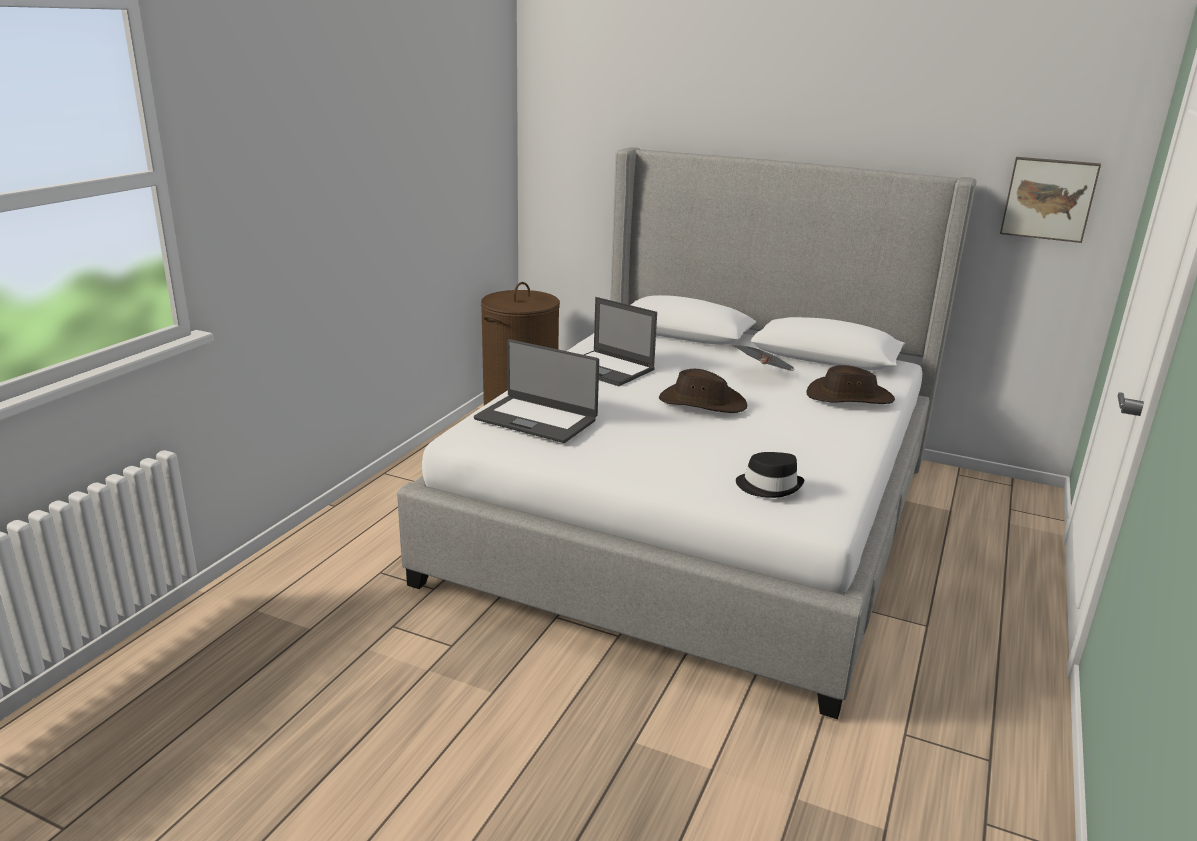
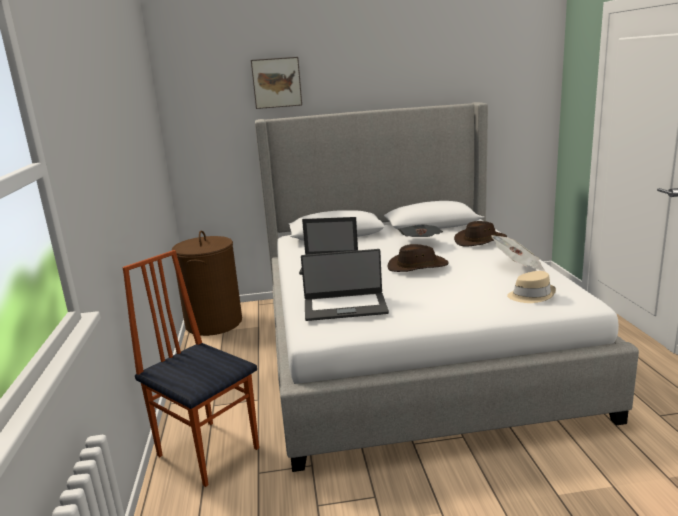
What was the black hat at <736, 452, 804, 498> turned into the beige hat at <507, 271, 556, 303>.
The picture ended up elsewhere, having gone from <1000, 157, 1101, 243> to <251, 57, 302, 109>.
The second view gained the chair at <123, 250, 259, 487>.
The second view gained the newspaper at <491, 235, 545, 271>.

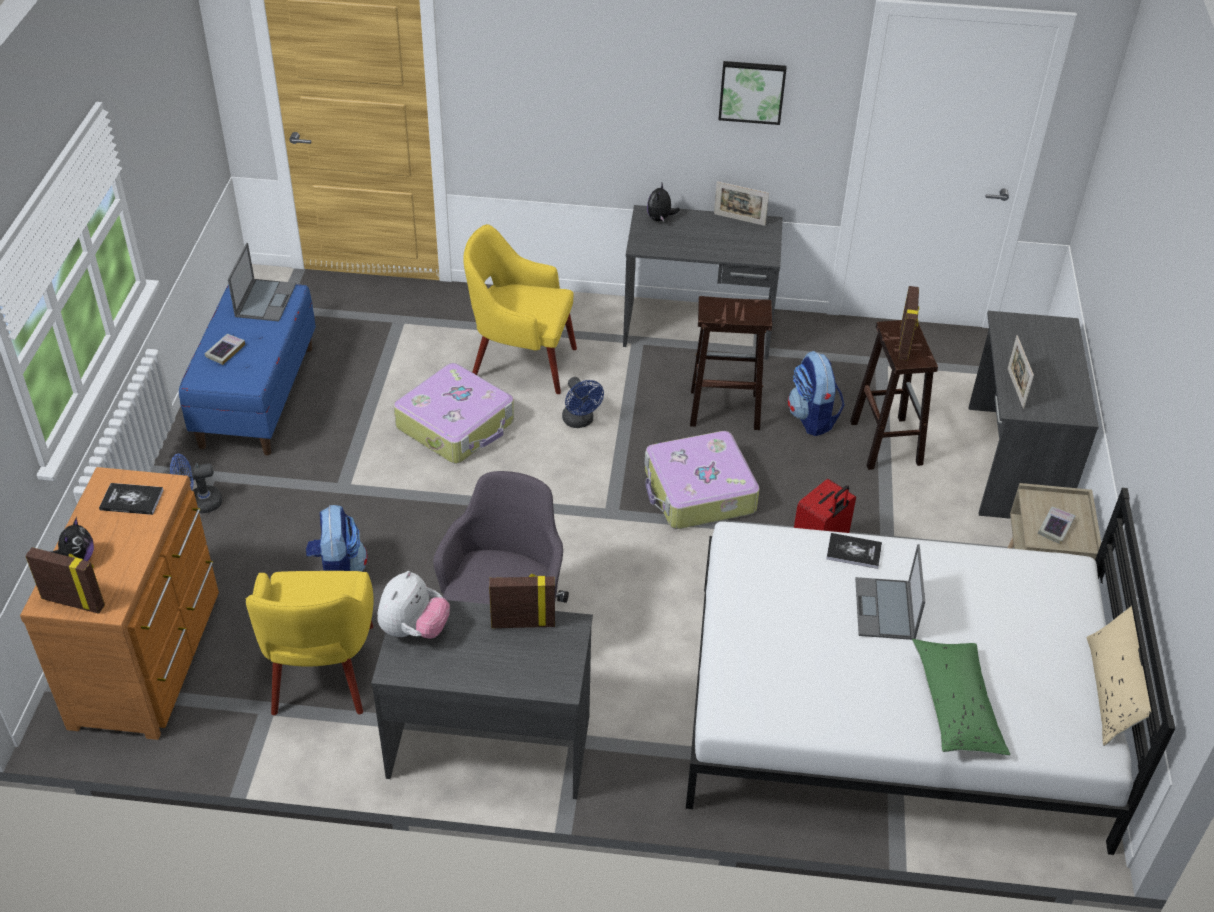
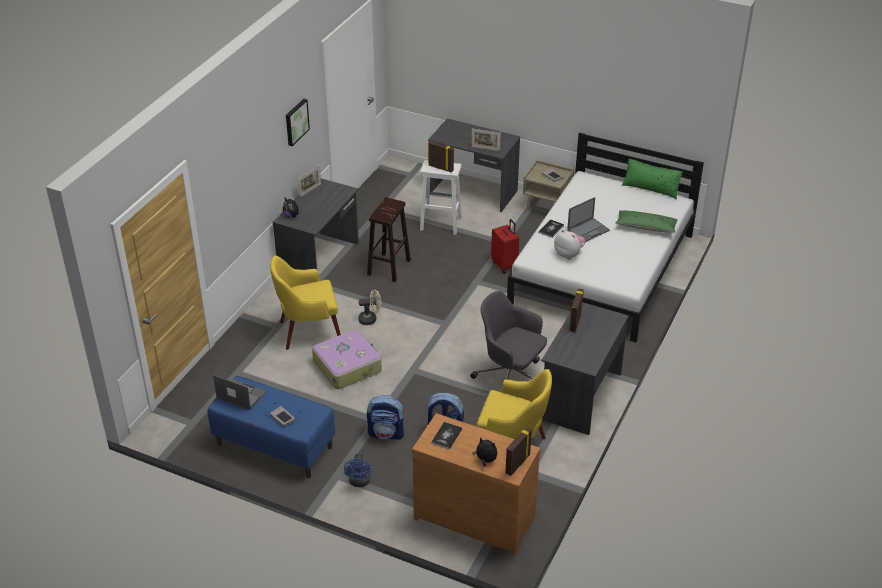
The plush toy ended up elsewhere, having gone from <377, 571, 450, 639> to <554, 230, 585, 259>.
The yellow armchair at <463, 224, 577, 394> ended up facing another way, 45 degrees clockwise from before.
What was the blue fan at <562, 377, 604, 428> turned into the beige fan at <358, 289, 381, 325>.
The second view lost the suitcase at <645, 431, 760, 529>.
The backpack ended up elsewhere, having gone from <788, 351, 844, 436> to <367, 395, 405, 440>.
What was the brown stool at <850, 320, 938, 470> turned into the white stool at <420, 160, 462, 235>.
The laptop at <855, 544, 925, 640> ended up facing another way, 60 degrees counterclockwise from before.
What was the beige pillow at <1087, 606, 1152, 746> turned into the green pillow at <622, 159, 683, 199>.

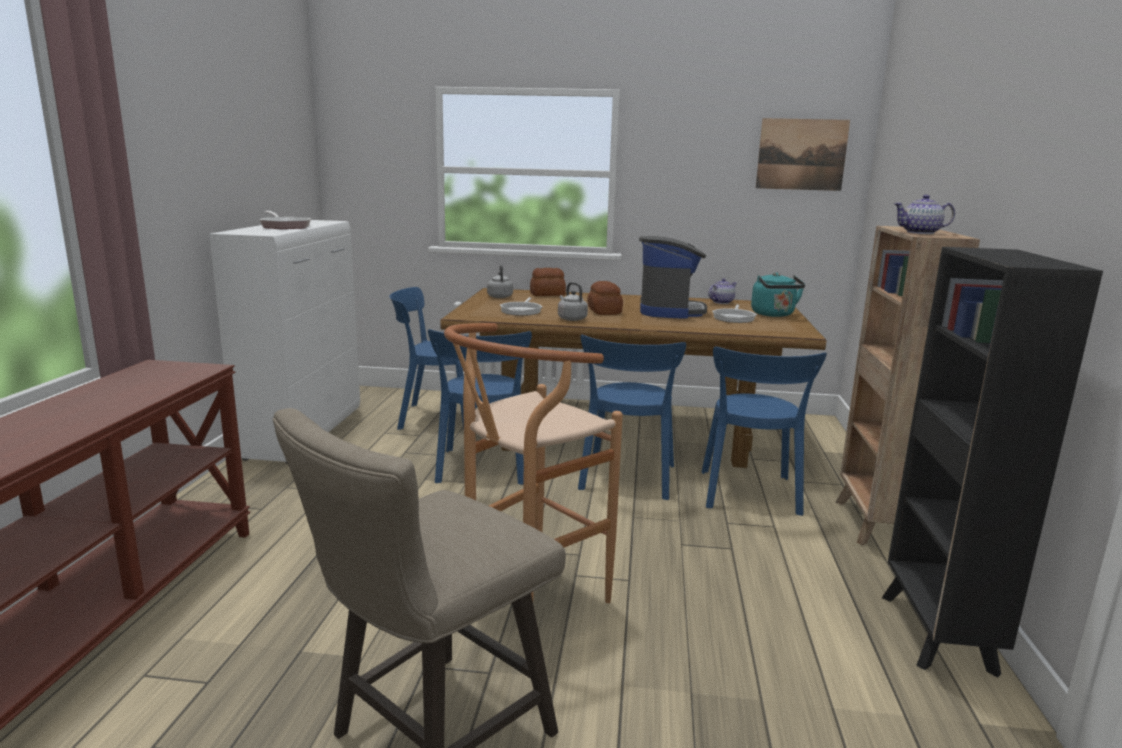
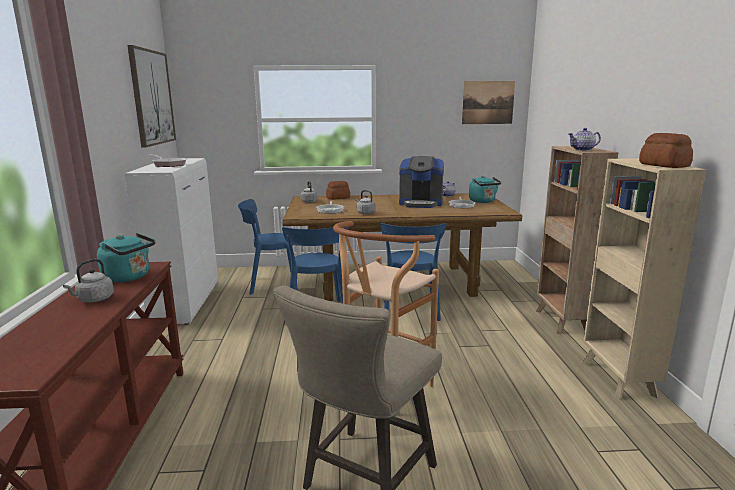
The bread ended up elsewhere, having gone from <588, 281, 623, 315> to <639, 133, 693, 168>.
The coffee machine at <639, 236, 707, 319> ended up facing another way, 105 degrees clockwise from before.
The second view lost the blue chair at <701, 347, 827, 516>.
What was the black bookcase at <882, 247, 1103, 677> turned into the beige bookcase at <582, 158, 706, 400>.
The second view gained the grey kettle at <63, 259, 114, 302>.
The second view gained the turquoise kettle at <97, 233, 155, 282>.
The second view gained the picture at <127, 45, 176, 148>.

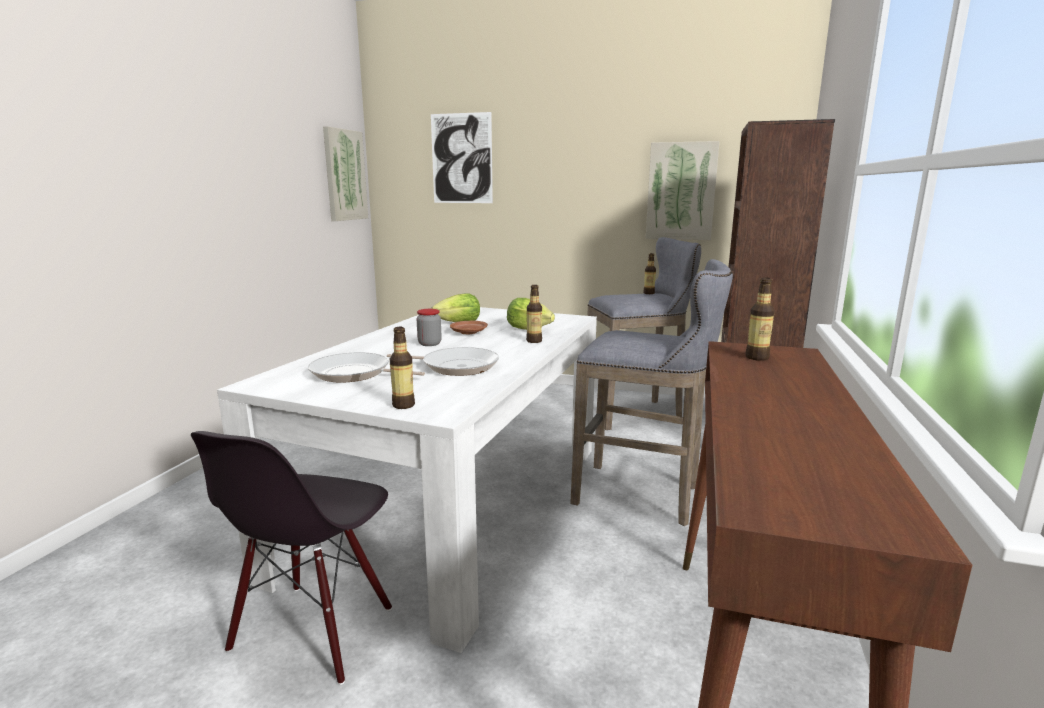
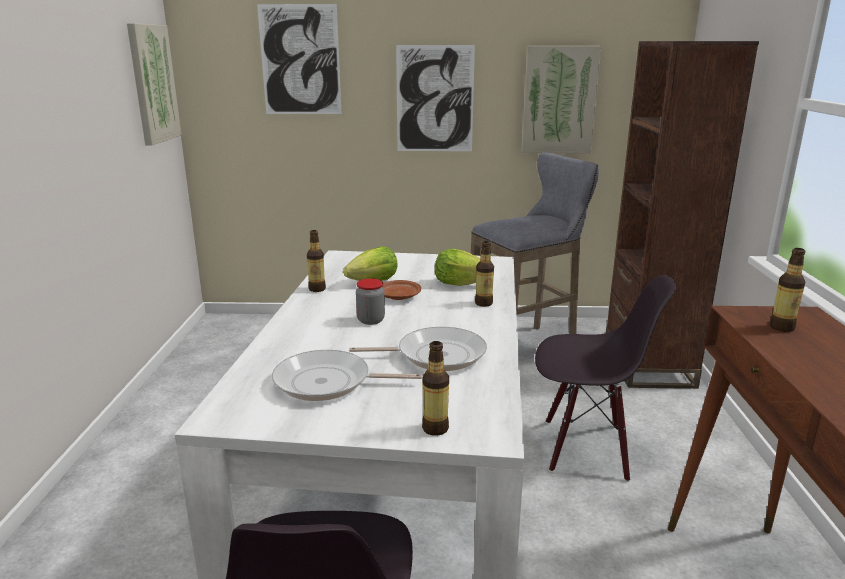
Where the grey stool stood at <570, 259, 733, 526>, the black chair came to stand at <535, 275, 676, 482>.
The bottle ended up elsewhere, having gone from <643, 253, 656, 294> to <307, 230, 326, 292>.
The second view gained the picture at <396, 45, 475, 151>.

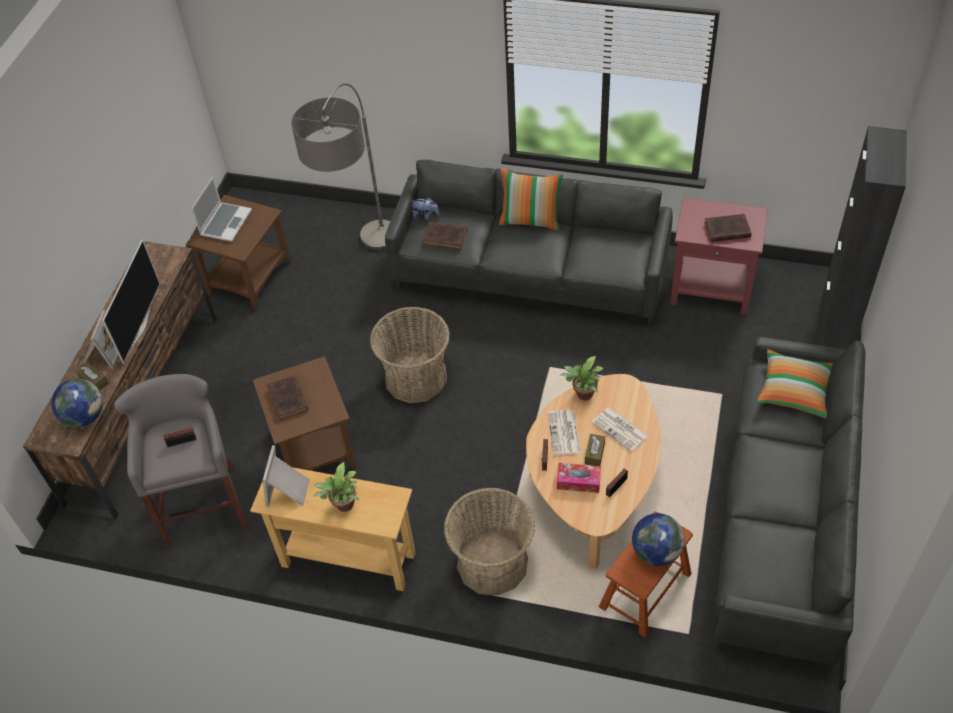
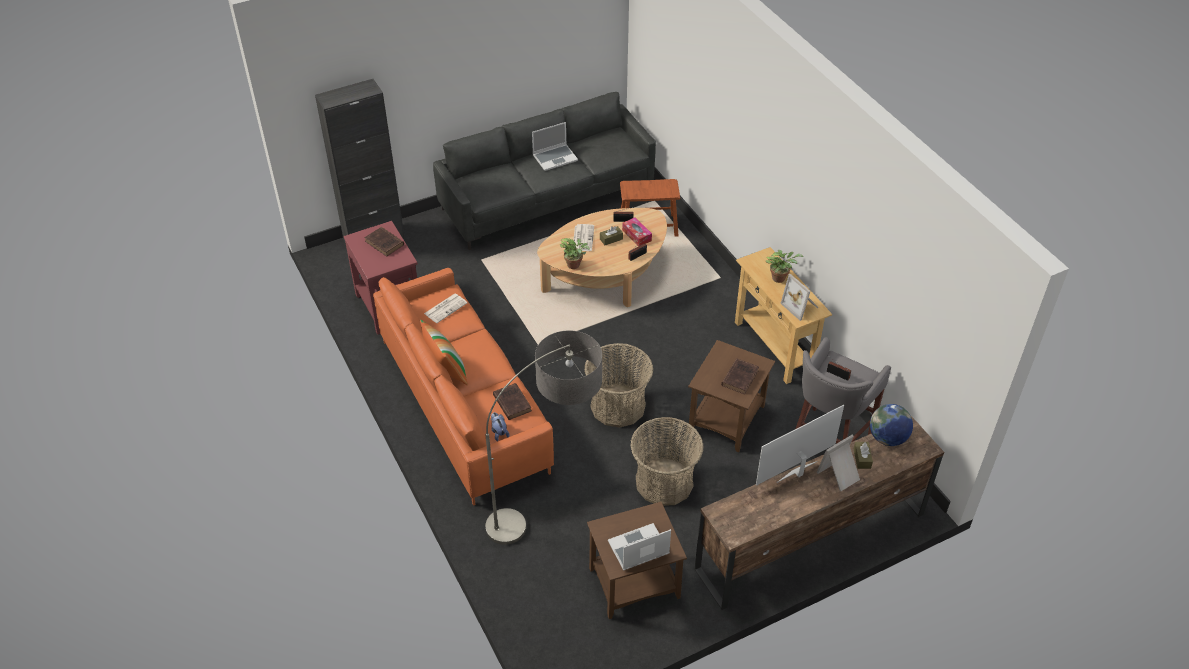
The picture frame at <263, 445, 310, 507> ended up facing another way, 90 degrees clockwise from before.
What was the grey sofa at <385, 160, 673, 327> turned into the orange sofa at <373, 268, 554, 506>.
The basket ended up elsewhere, having gone from <444, 488, 535, 595> to <630, 417, 704, 506>.
The newspaper ended up elsewhere, having gone from <548, 410, 581, 455> to <424, 294, 468, 323>.
The second view lost the globe at <632, 513, 685, 566>.
The second view lost the pillow at <756, 350, 833, 419>.
The second view gained the laptop at <532, 122, 578, 171>.

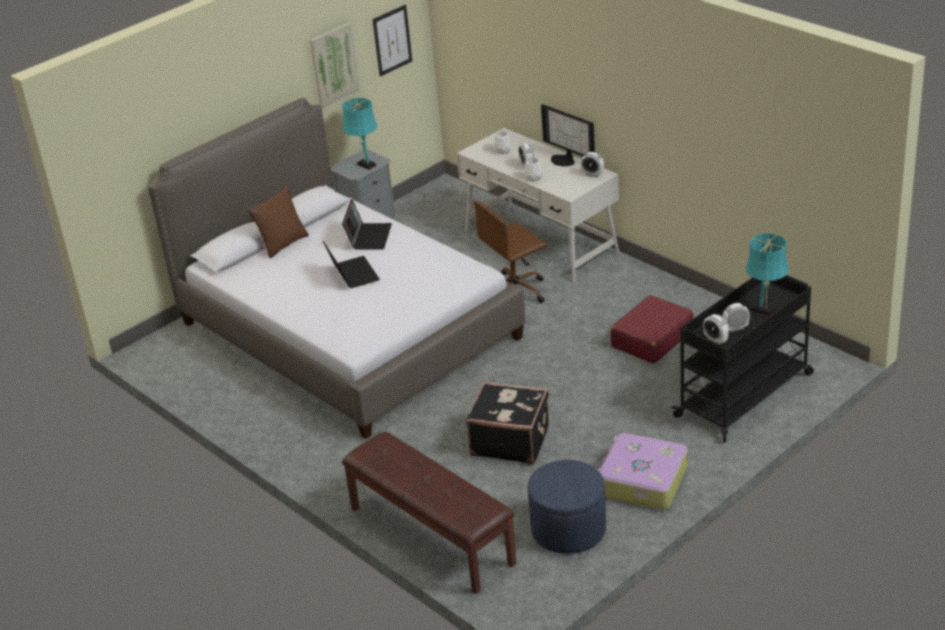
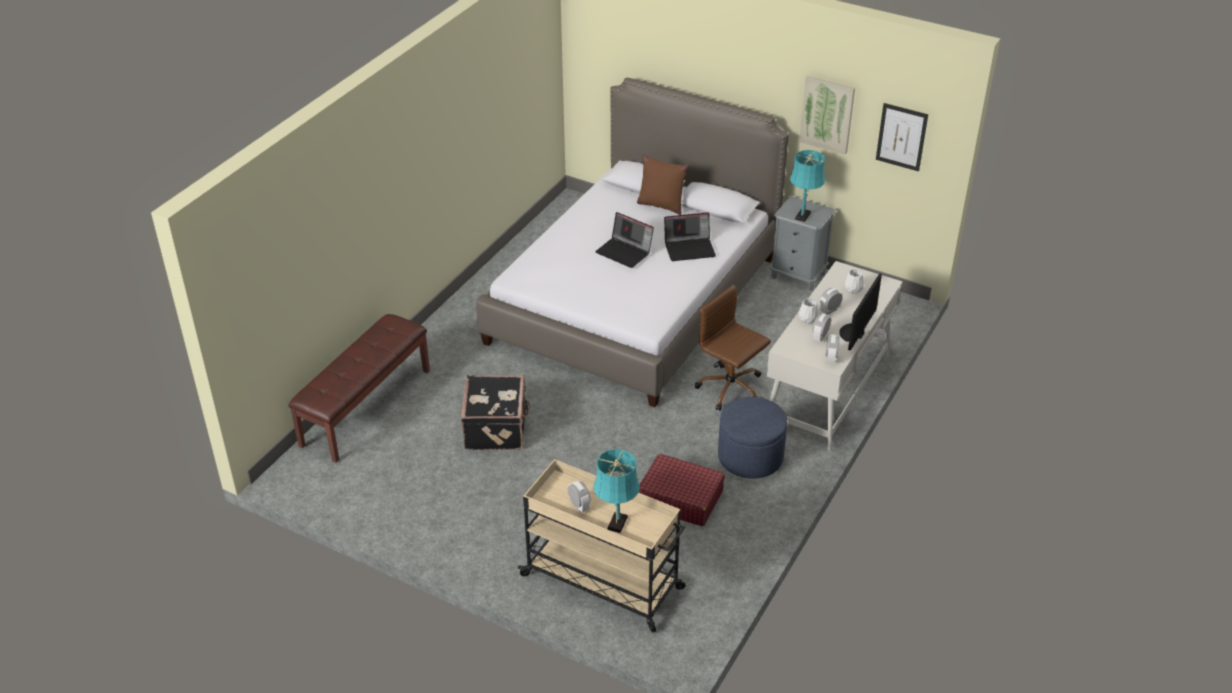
The laptop at <323, 241, 379, 288> ended up facing another way, 75 degrees clockwise from before.
The blue ottoman ended up elsewhere, having gone from <528, 460, 606, 554> to <718, 397, 787, 478>.
The second view lost the suitcase at <596, 433, 688, 510>.
What was the black cart at <671, 275, 814, 442> turned into the beige cart at <518, 459, 685, 633>.
The alarm clock ended up elsewhere, having gone from <703, 314, 729, 345> to <813, 313, 831, 342>.

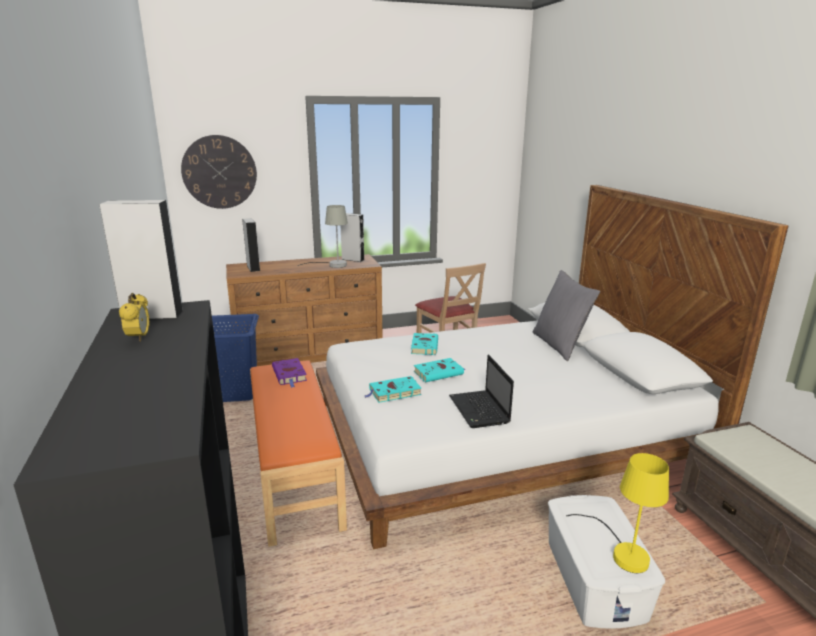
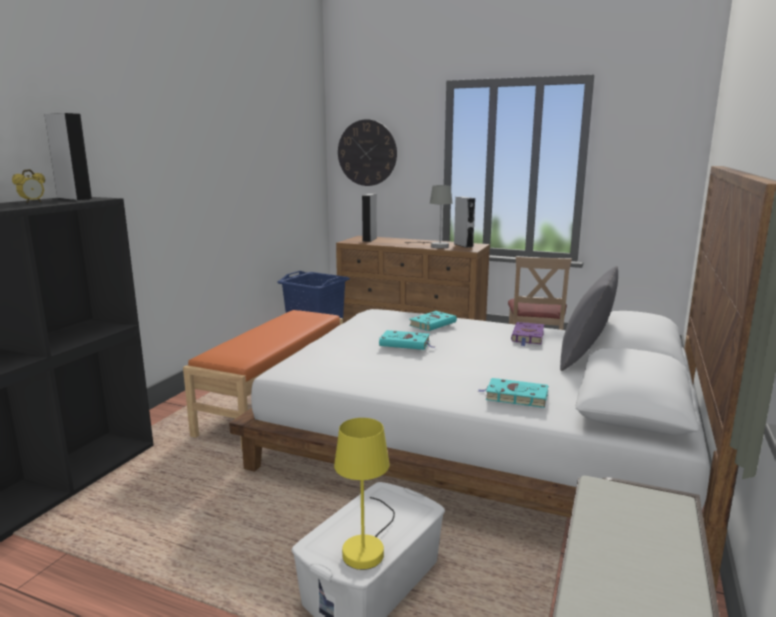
The purple book ended up elsewhere, having gone from <272, 358, 307, 388> to <511, 322, 544, 346>.
The turquoise book ended up elsewhere, having gone from <365, 376, 422, 403> to <478, 378, 549, 408>.
The second view lost the laptop at <449, 355, 514, 428>.

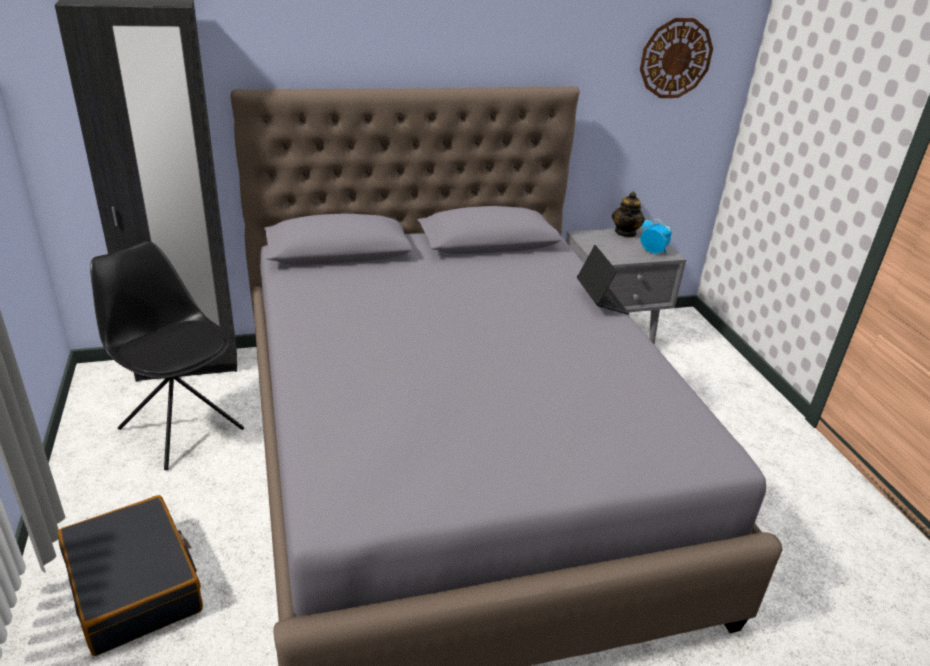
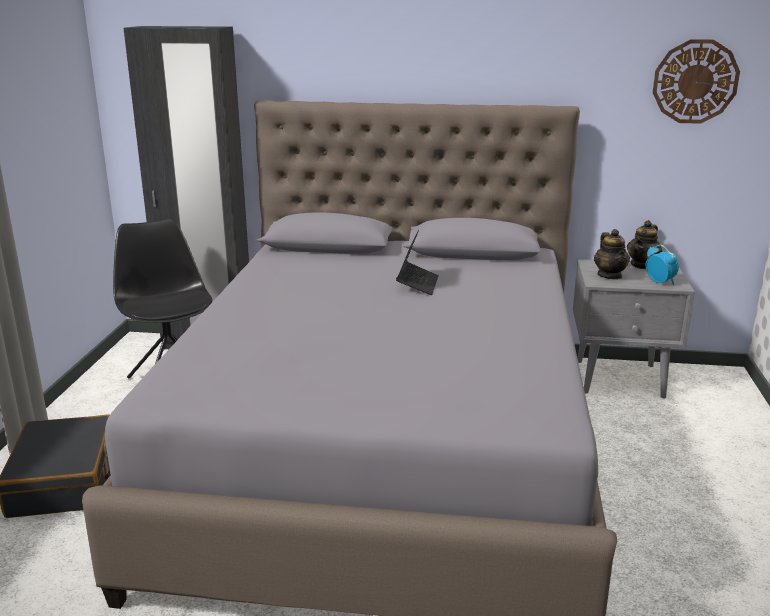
The laptop ended up elsewhere, having gone from <577, 245, 629, 315> to <396, 230, 439, 295>.
The second view gained the teapot at <594, 229, 630, 280>.

